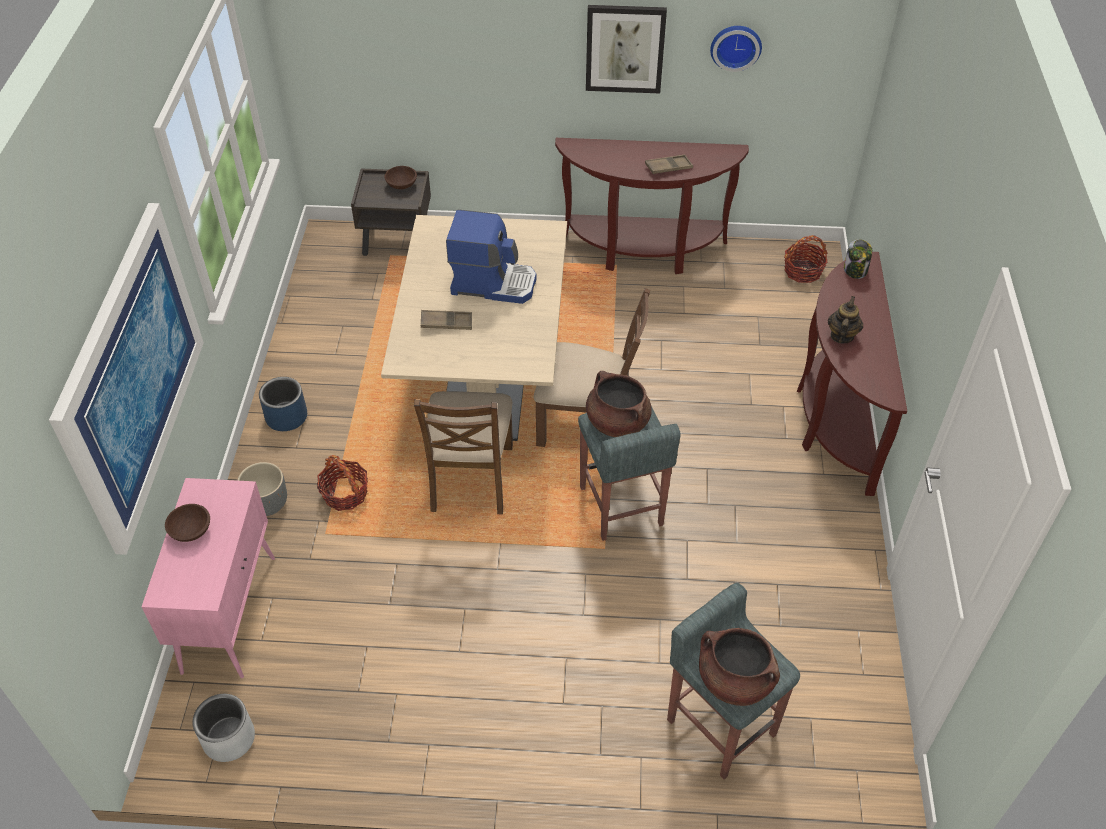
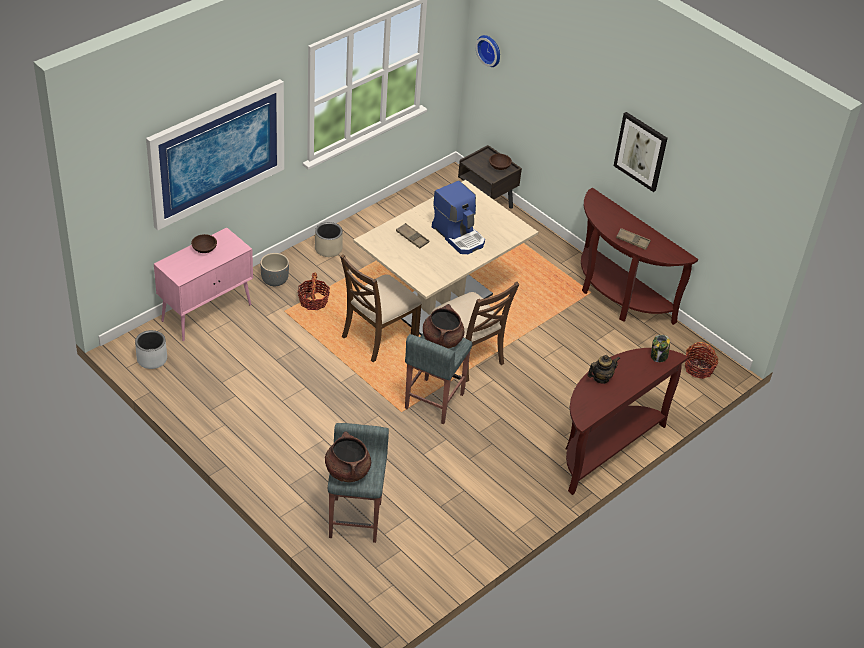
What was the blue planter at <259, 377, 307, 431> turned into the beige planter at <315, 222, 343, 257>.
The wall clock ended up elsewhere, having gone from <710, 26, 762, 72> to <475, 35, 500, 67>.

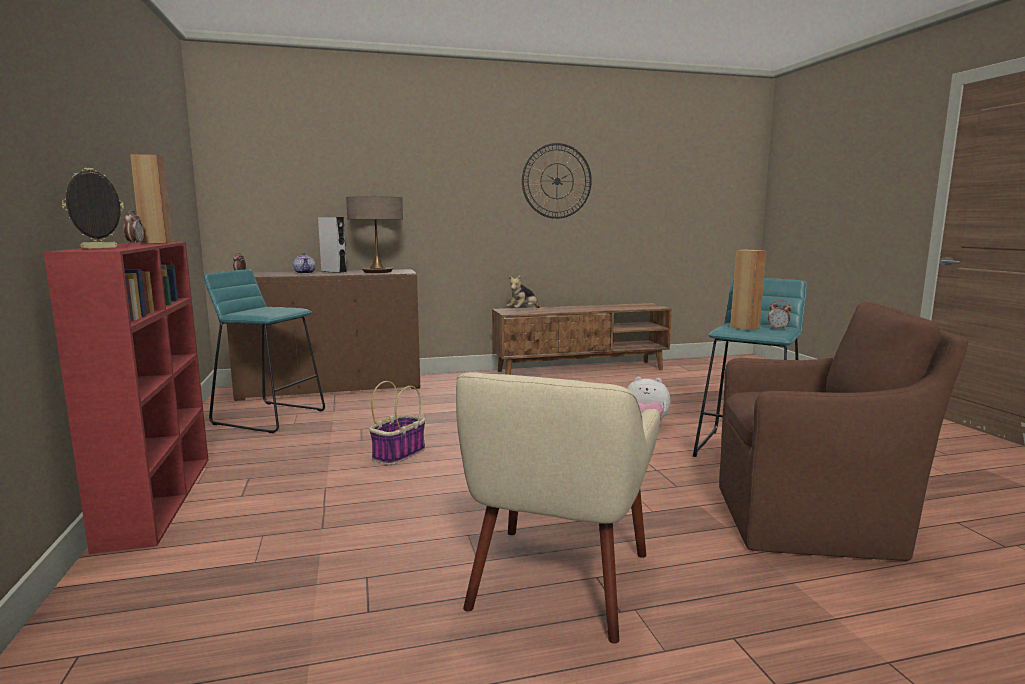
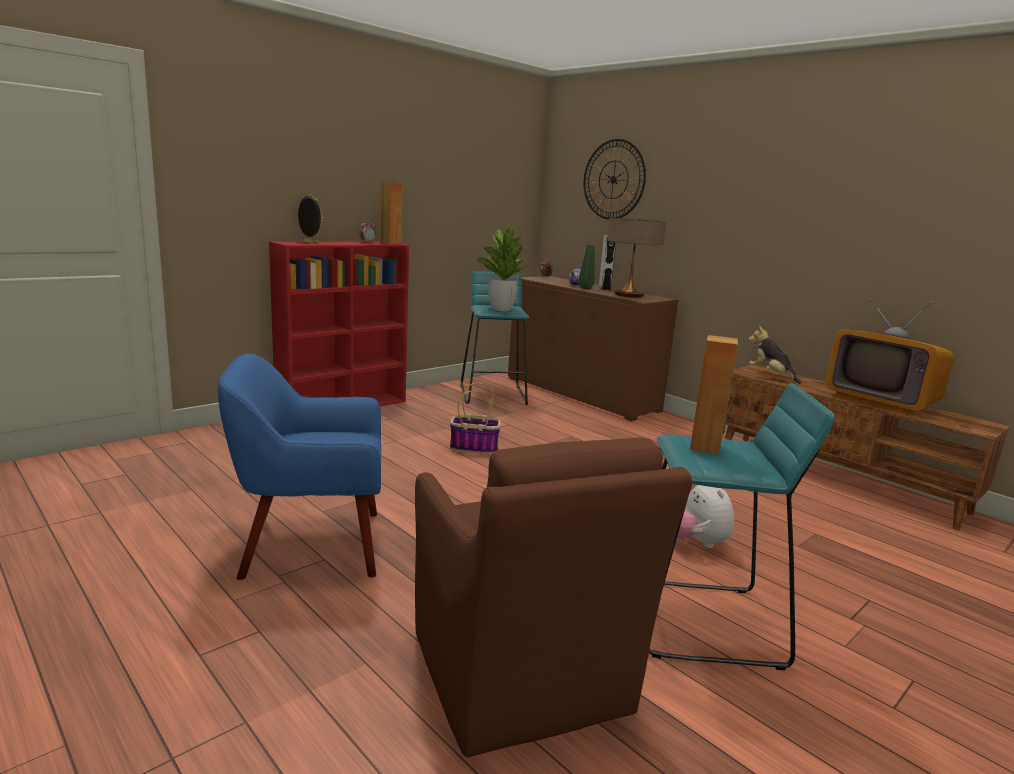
What was the beige armchair at <456, 372, 660, 644> turned into the blue armchair at <218, 353, 381, 580>.
The plush toy at <507, 275, 539, 308> ended up facing another way, 45 degrees clockwise from before.
The wall clock ended up elsewhere, having gone from <522, 143, 592, 219> to <583, 139, 646, 220>.
The second view lost the alarm clock at <768, 300, 792, 330>.
The second view gained the potted plant at <475, 228, 528, 311>.
The second view gained the green vase at <578, 245, 595, 289>.
The second view gained the television at <825, 299, 954, 415>.

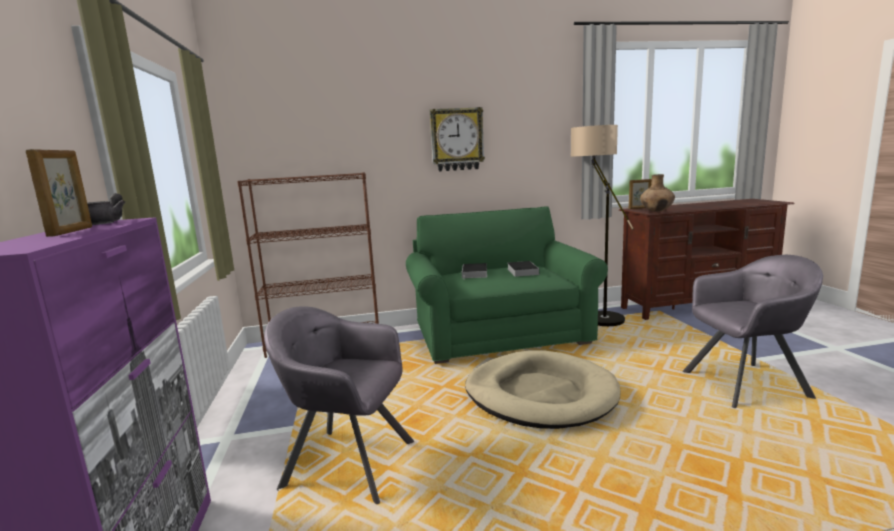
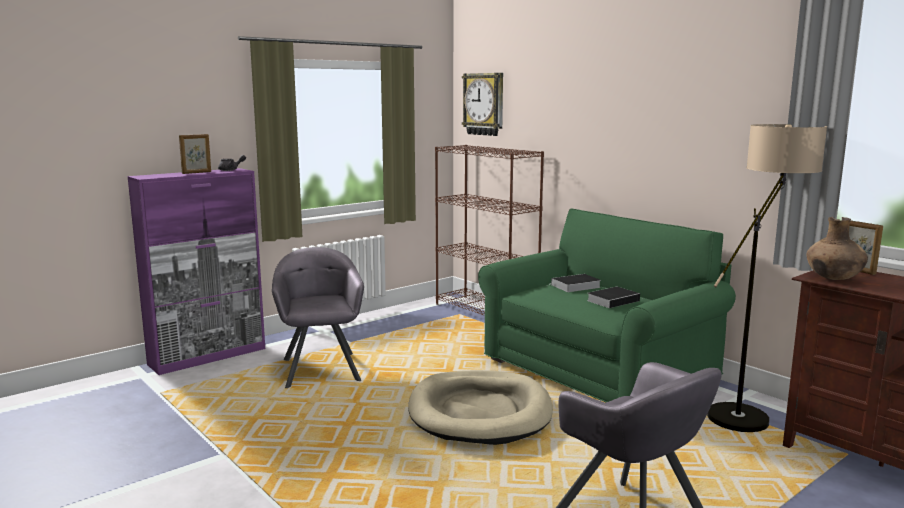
The wall clock ended up elsewhere, having gone from <430, 107, 485, 171> to <462, 73, 503, 136>.

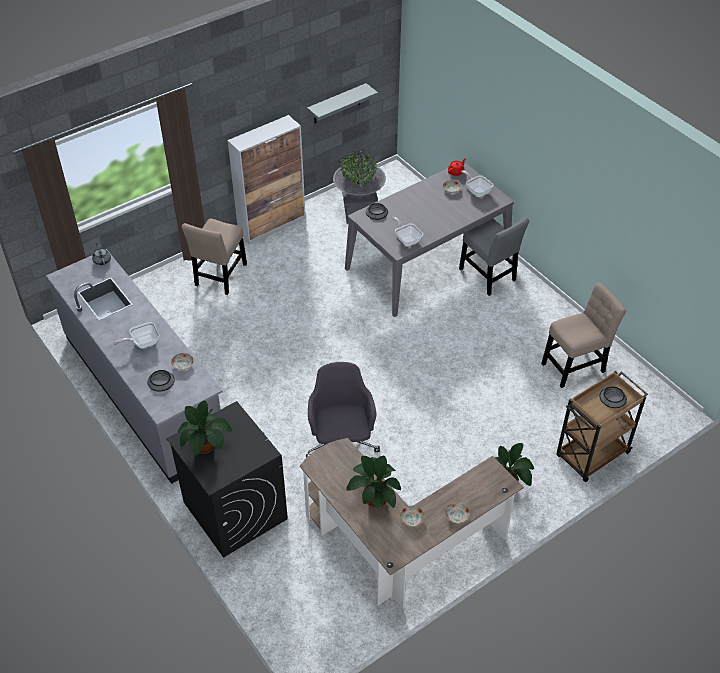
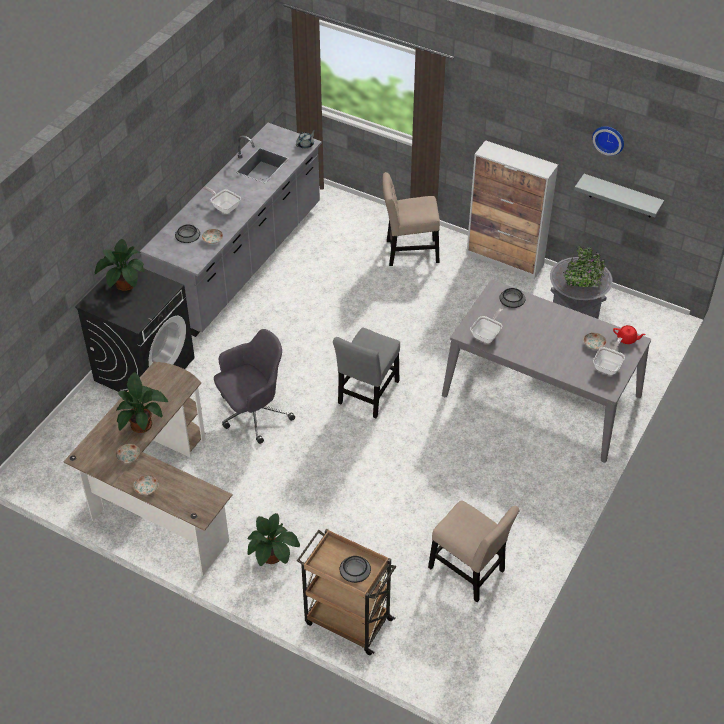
The grey chair ended up elsewhere, having gone from <459, 218, 529, 296> to <333, 328, 400, 418>.
The second view gained the wall clock at <592, 126, 624, 156>.

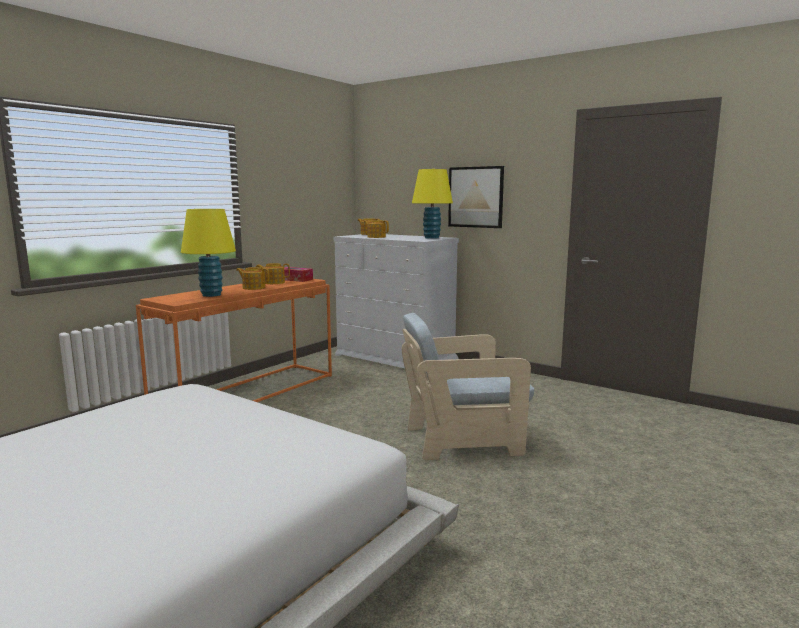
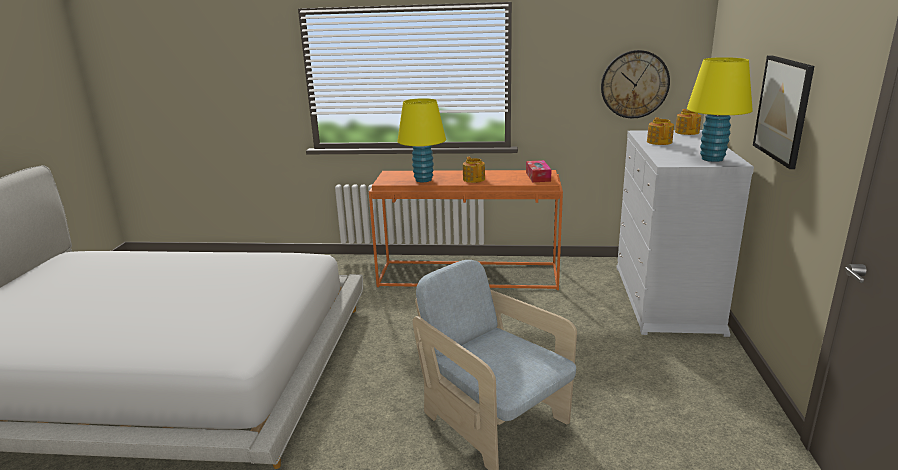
The second view lost the teapot at <256, 263, 290, 284>.
The second view gained the wall clock at <601, 50, 670, 118>.

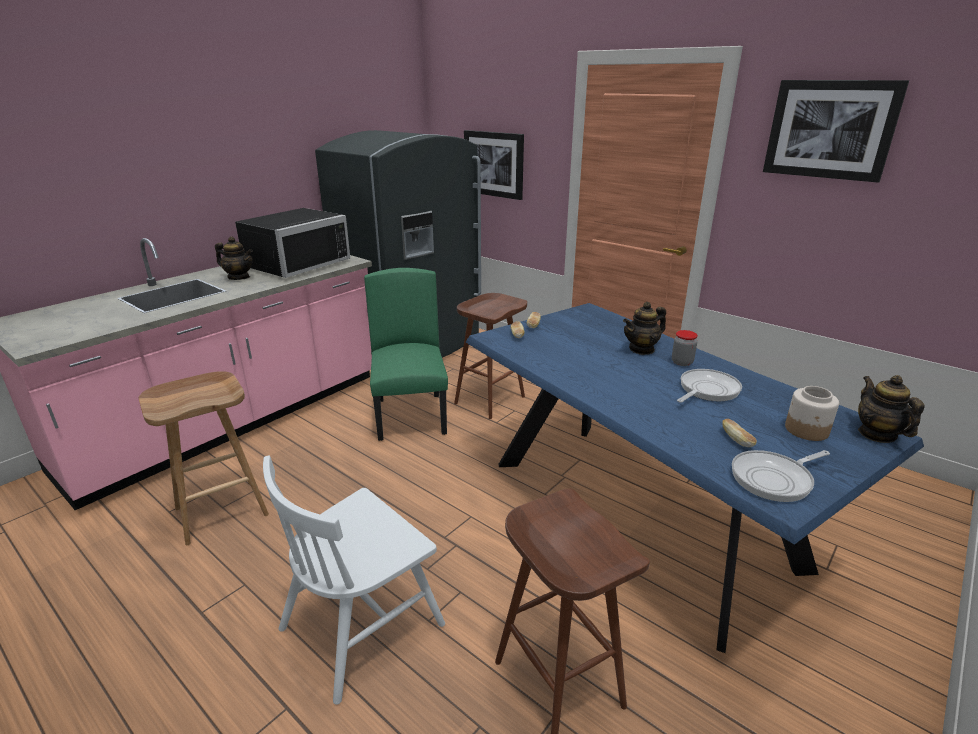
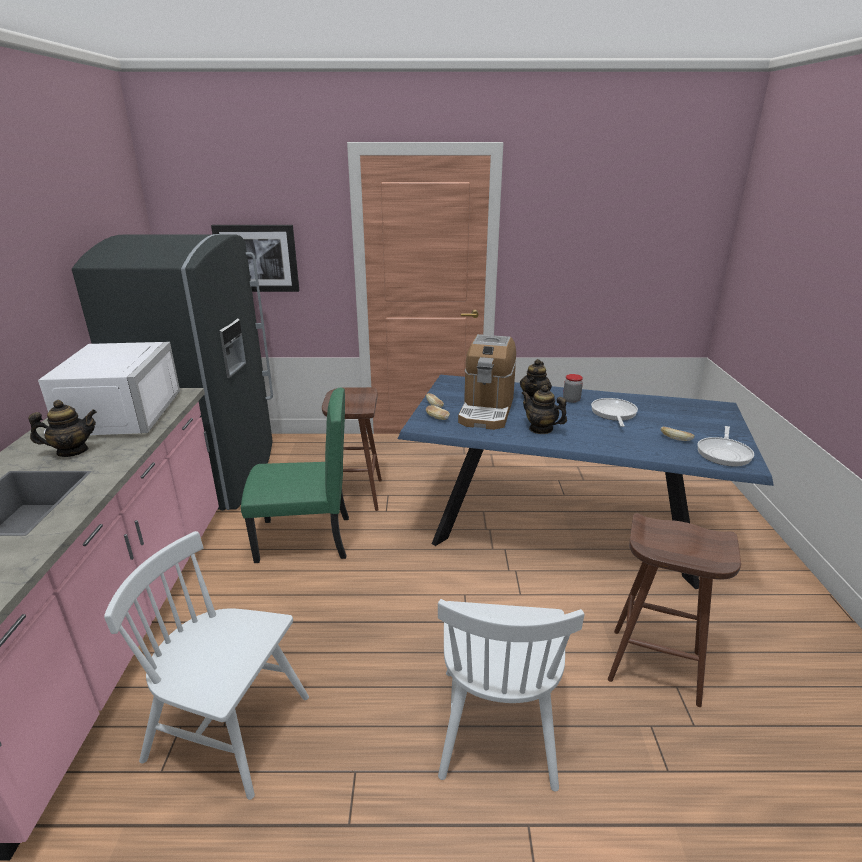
Where the brown stool stood at <139, 371, 269, 545>, the white chair came to stand at <104, 531, 309, 800>.
What was the black microwave at <235, 208, 350, 278> turned into the white microwave at <38, 342, 180, 435>.
The green chair at <364, 268, 448, 441> ended up facing another way, 135 degrees clockwise from before.
The second view lost the picture at <763, 80, 909, 183>.
The second view lost the jar at <785, 386, 839, 441>.
The teapot ended up elsewhere, having gone from <858, 375, 925, 443> to <521, 385, 567, 434>.
The second view gained the coffee machine at <458, 334, 516, 430>.

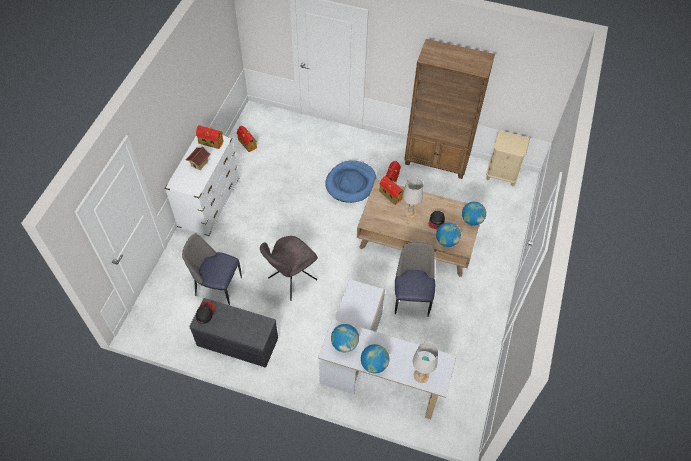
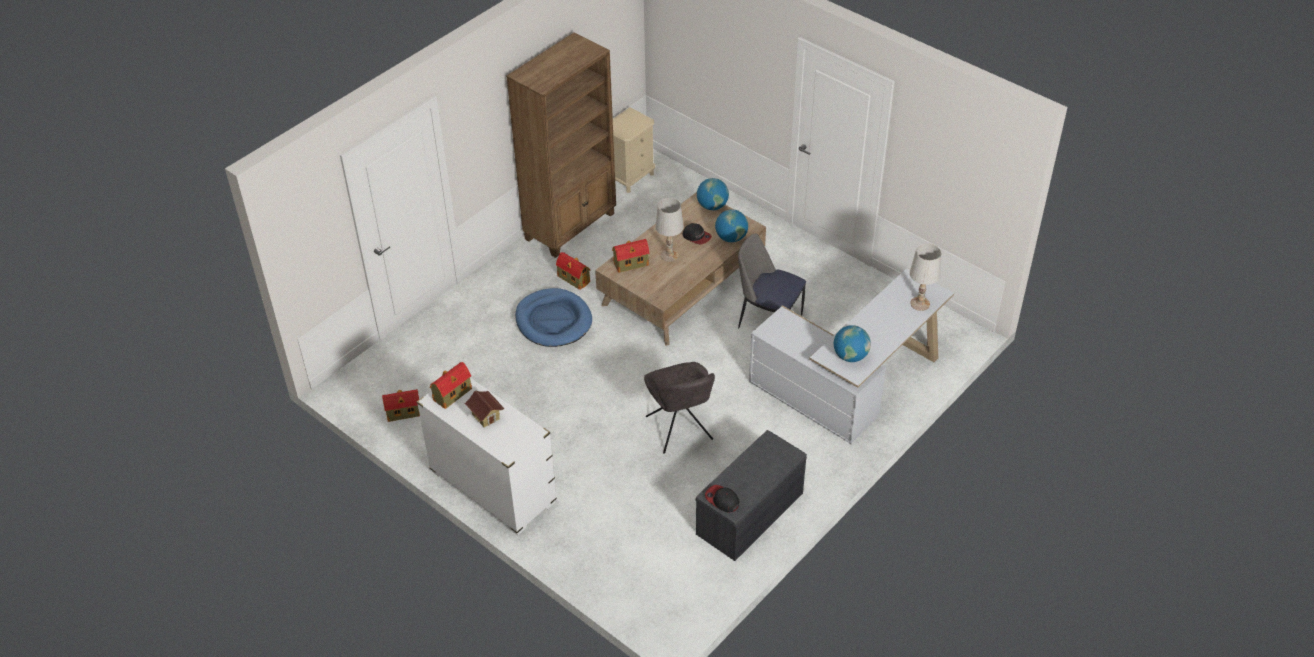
The second view lost the chair at <182, 233, 242, 305>.
The second view lost the globe at <361, 344, 389, 373>.

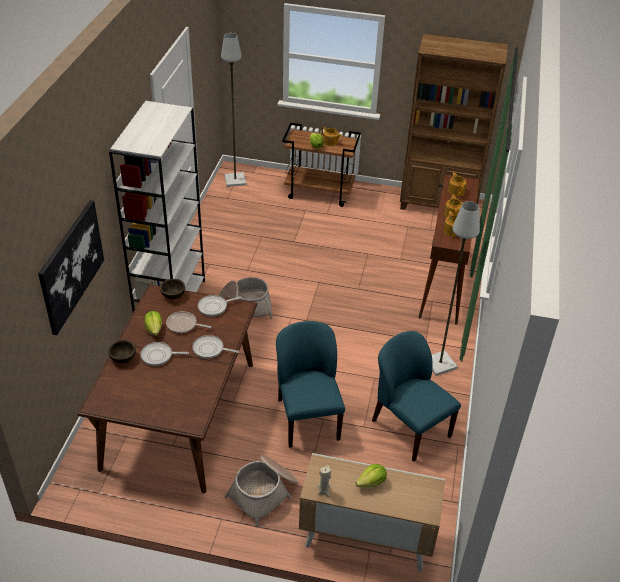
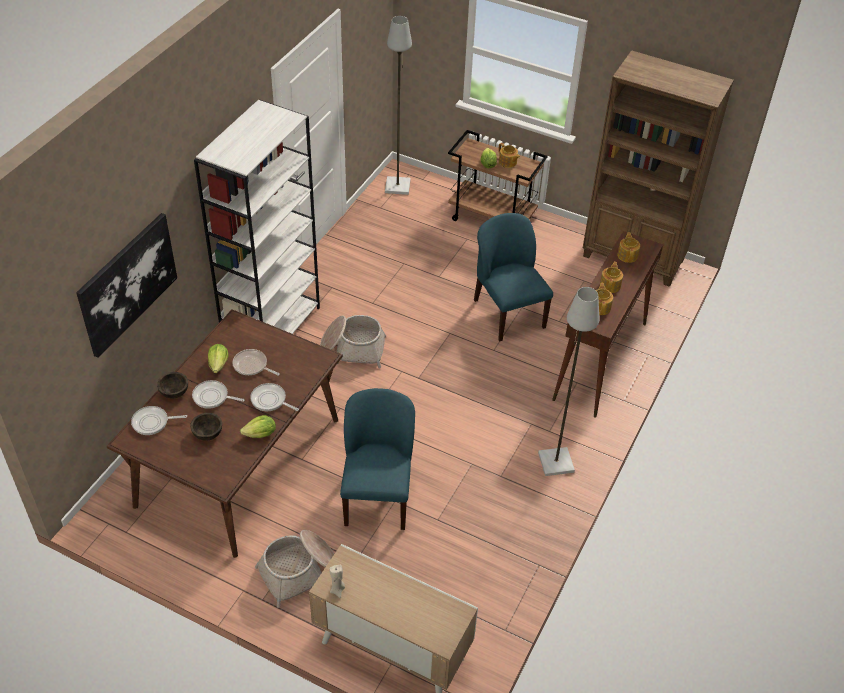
The brown bowl ended up elsewhere, having gone from <160, 279, 185, 299> to <190, 413, 222, 441>.
The frying pan ended up elsewhere, having gone from <198, 295, 242, 317> to <131, 406, 187, 435>.
The lettuce ended up elsewhere, having gone from <356, 464, 387, 488> to <240, 415, 276, 438>.
The blue chair ended up elsewhere, having gone from <372, 331, 461, 461> to <474, 213, 553, 341>.

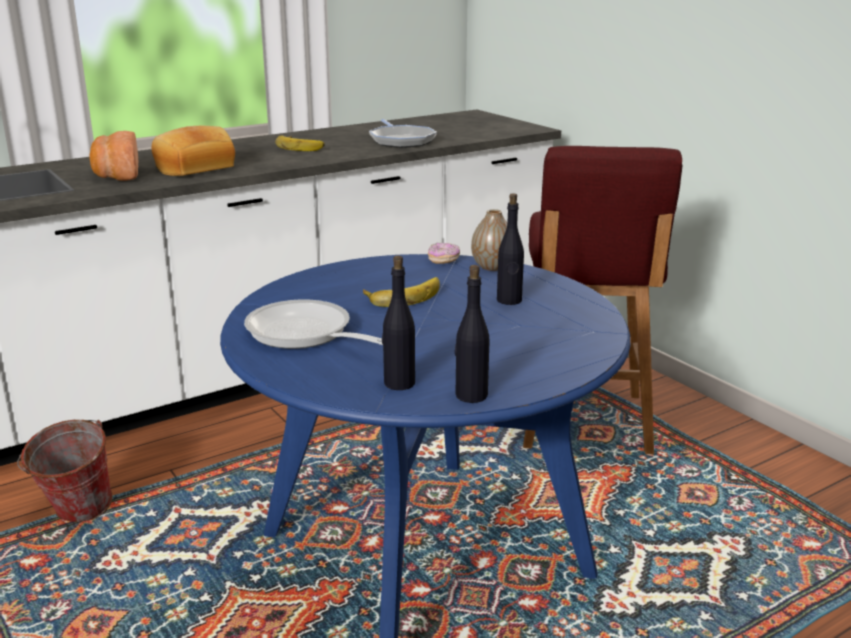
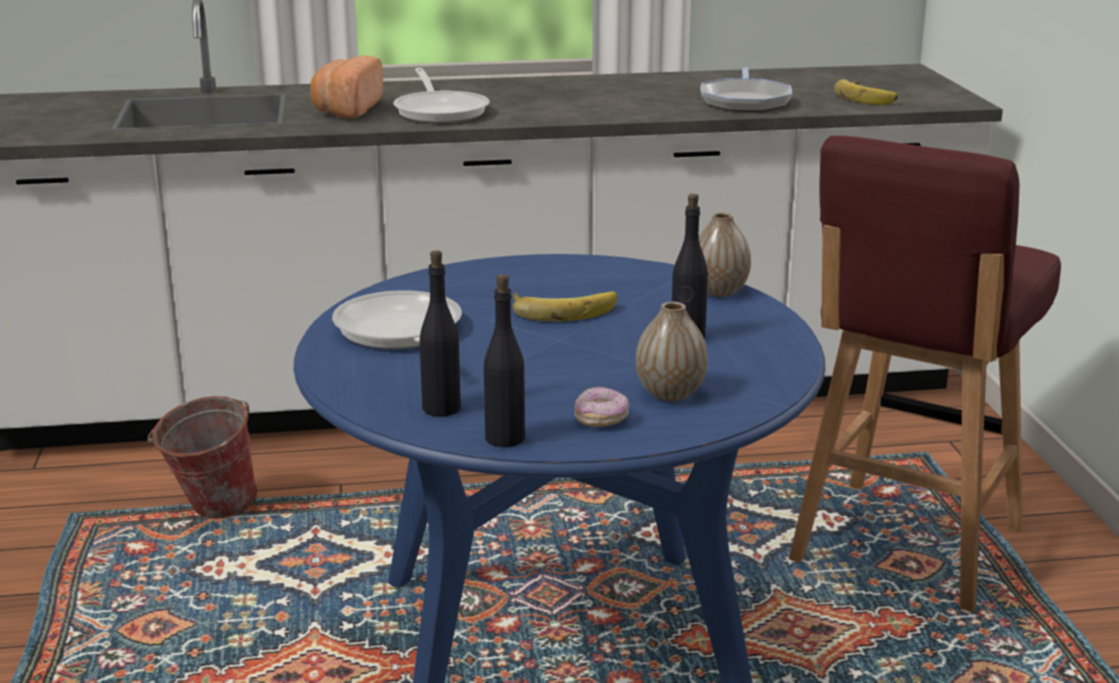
Where the bread stood at <152, 126, 235, 176>, the frying pan came to stand at <393, 68, 490, 124>.
The banana ended up elsewhere, having gone from <275, 135, 325, 151> to <834, 79, 898, 105>.
The donut ended up elsewhere, having gone from <428, 243, 460, 264> to <574, 387, 629, 427>.
The second view gained the vase at <636, 302, 708, 401>.

